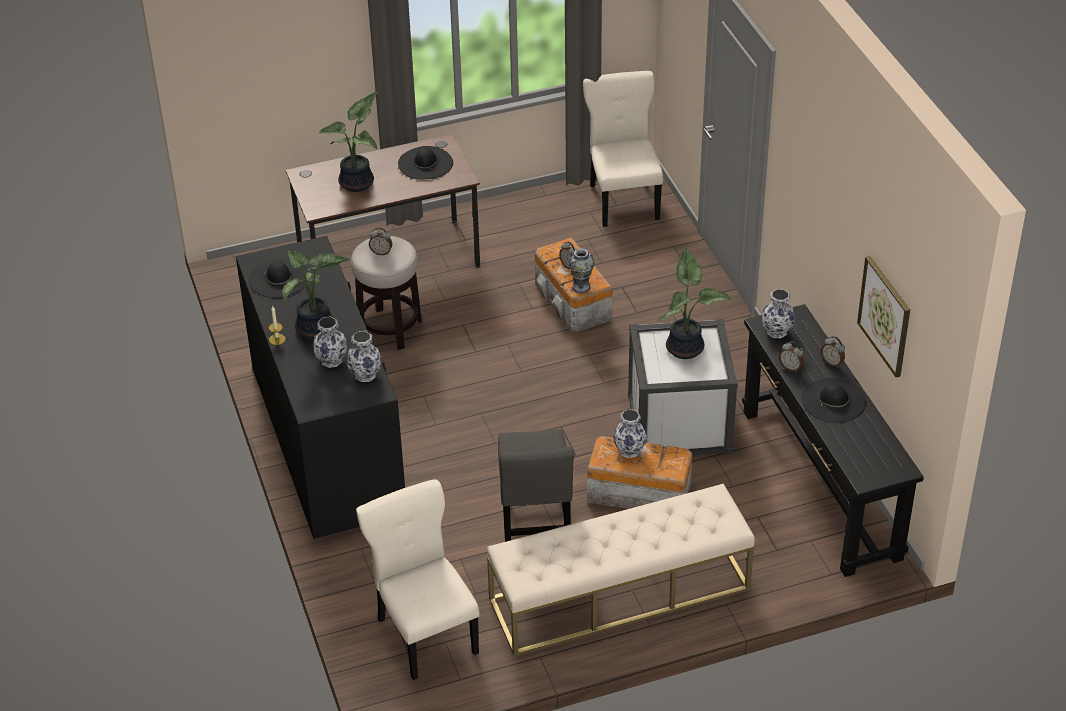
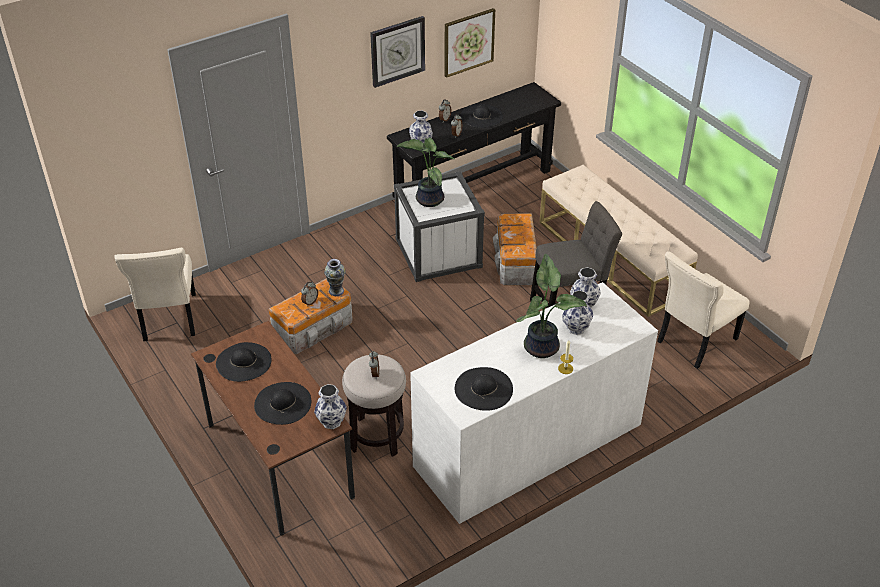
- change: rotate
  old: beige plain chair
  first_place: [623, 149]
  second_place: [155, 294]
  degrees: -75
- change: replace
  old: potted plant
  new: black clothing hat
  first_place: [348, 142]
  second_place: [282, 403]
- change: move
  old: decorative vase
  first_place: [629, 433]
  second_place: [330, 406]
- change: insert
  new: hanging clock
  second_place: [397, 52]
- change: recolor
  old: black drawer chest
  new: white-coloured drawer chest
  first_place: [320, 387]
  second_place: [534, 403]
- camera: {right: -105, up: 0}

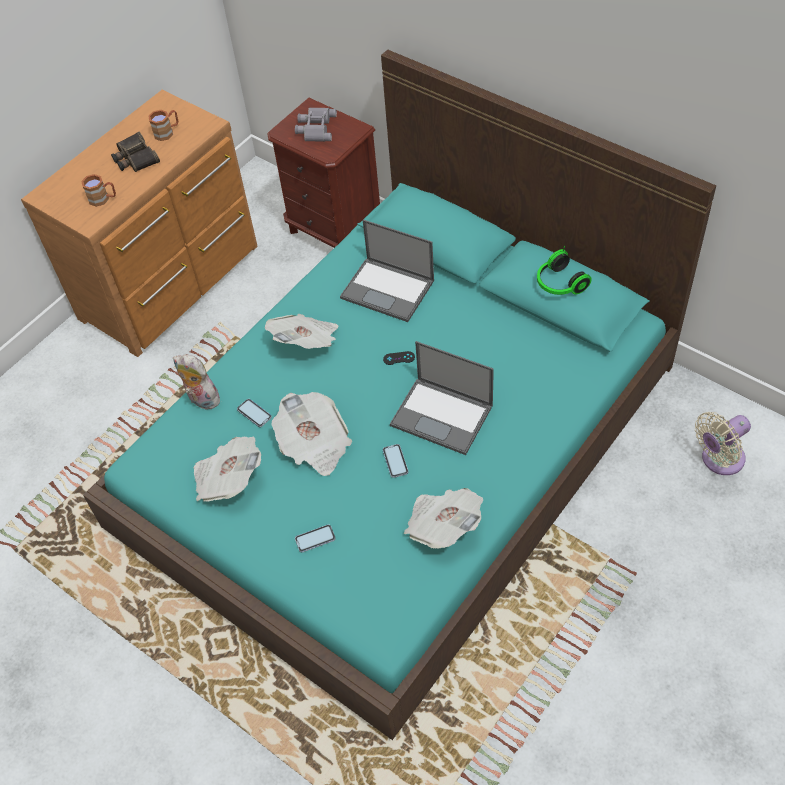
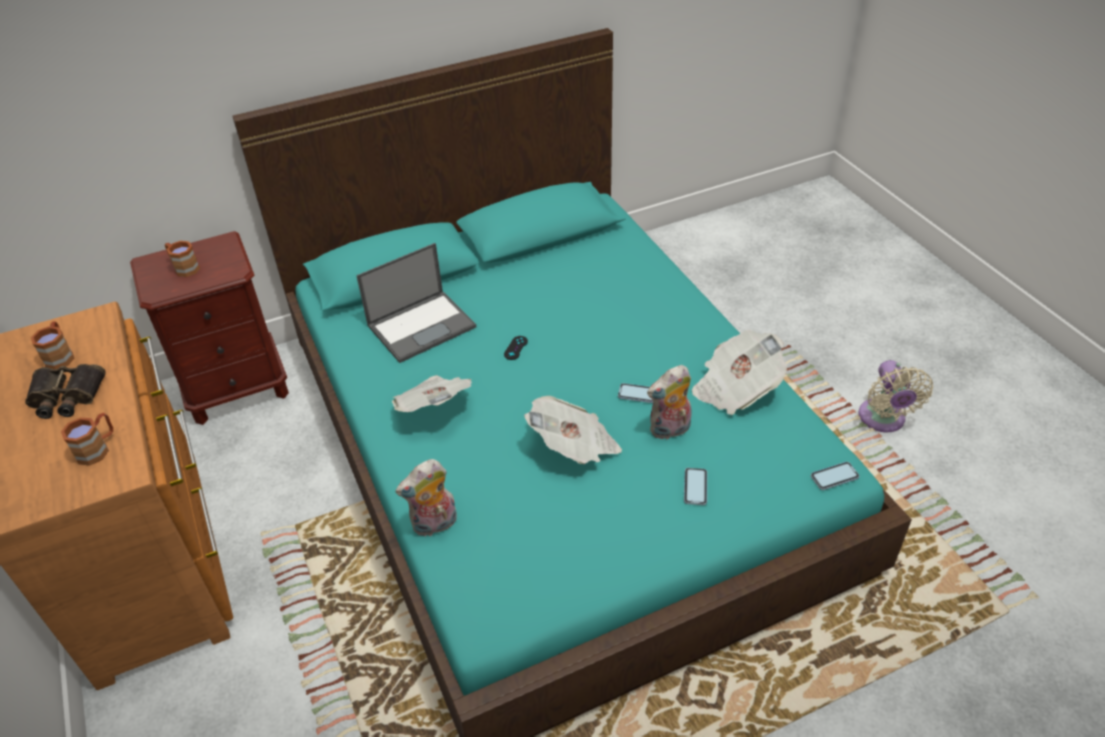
- change: replace
  old: grey pair of binoculars
  new: brown-coloured tea mug
  first_place: [316, 124]
  second_place: [182, 259]
- change: insert
  new: plush toy
  second_place: [669, 402]
- change: move
  old: telephone
  first_place: [254, 413]
  second_place: [835, 476]
- change: move
  old: beige cooling fan
  first_place: [723, 443]
  second_place: [895, 396]
- change: delete
  old: printed paper
  first_place: [227, 469]
- change: delete
  old: laptop
  first_place: [442, 398]
- change: delete
  old: headset
  first_place: [564, 270]
- camera: {right: -65, up: -10}

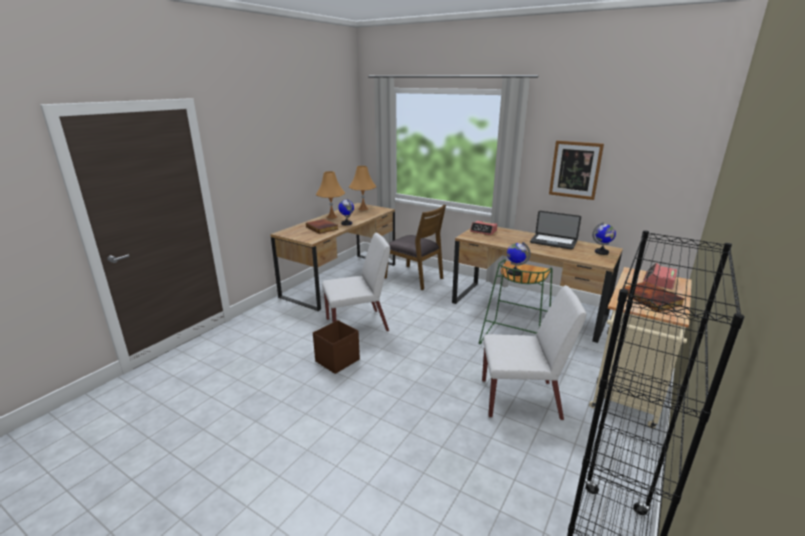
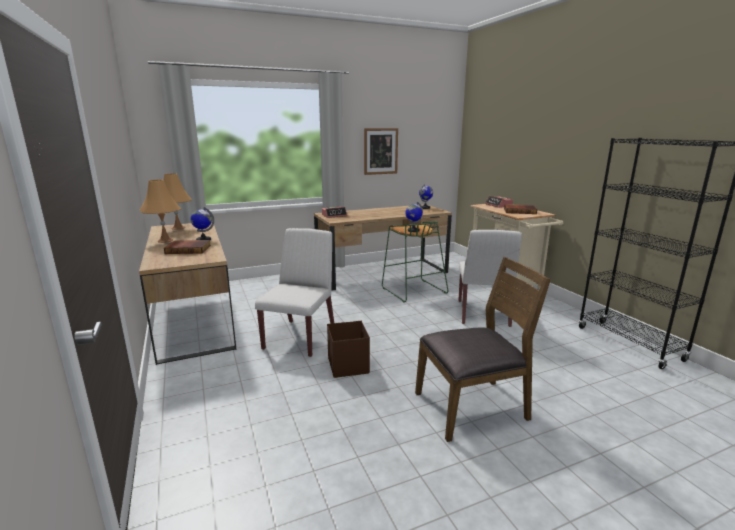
- change: move
  old: brown-coloured plain chair
  first_place: [415, 247]
  second_place: [483, 349]
- change: rotate
  old: white-coloured plain chair
  first_place: [534, 352]
  second_place: [490, 278]
  degrees: 150
- change: delete
  old: laptop
  first_place: [555, 230]
- camera: {right: -55, up: -5}

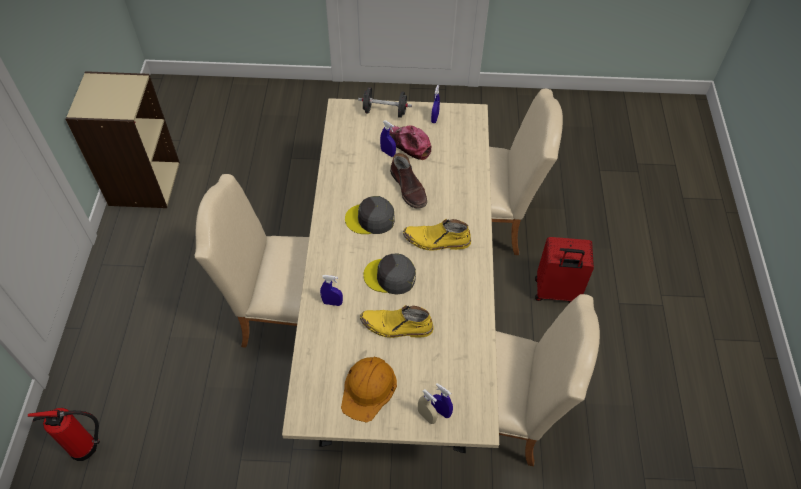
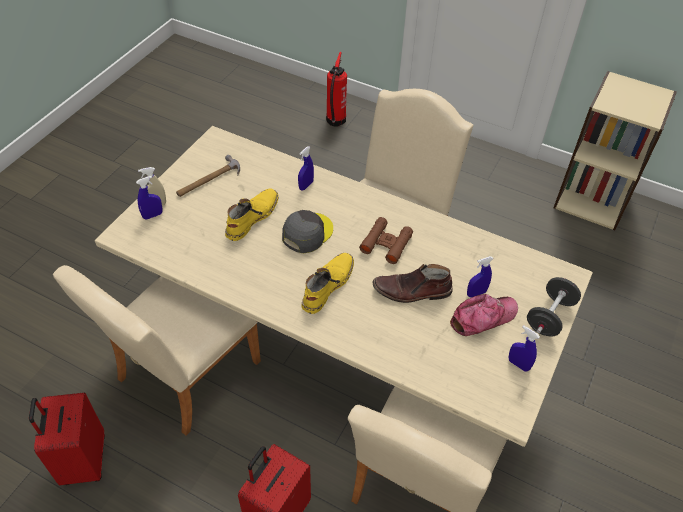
- change: insert
  new: red suitcase
  second_place: [67, 438]
- change: replace
  old: orangey safety helmet
  new: hammer
  first_place: [369, 390]
  second_place: [208, 176]
- change: replace
  old: grey cap
  new: brown-coloured pair of binoculars
  first_place: [370, 215]
  second_place: [386, 240]
- camera: {right: 115, up: -5}

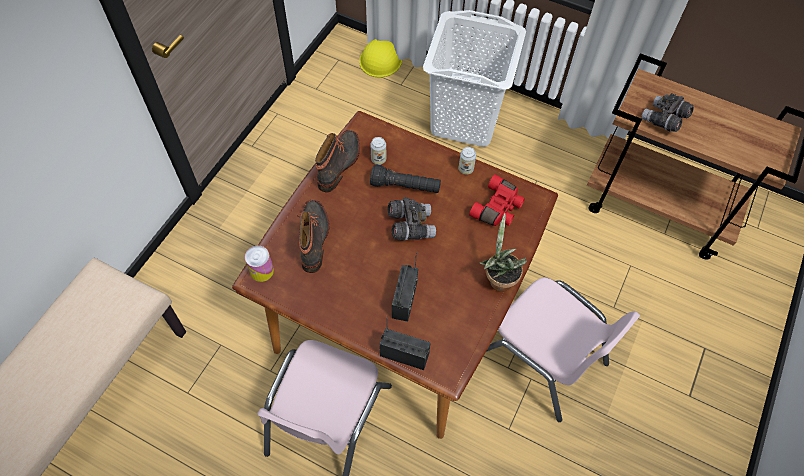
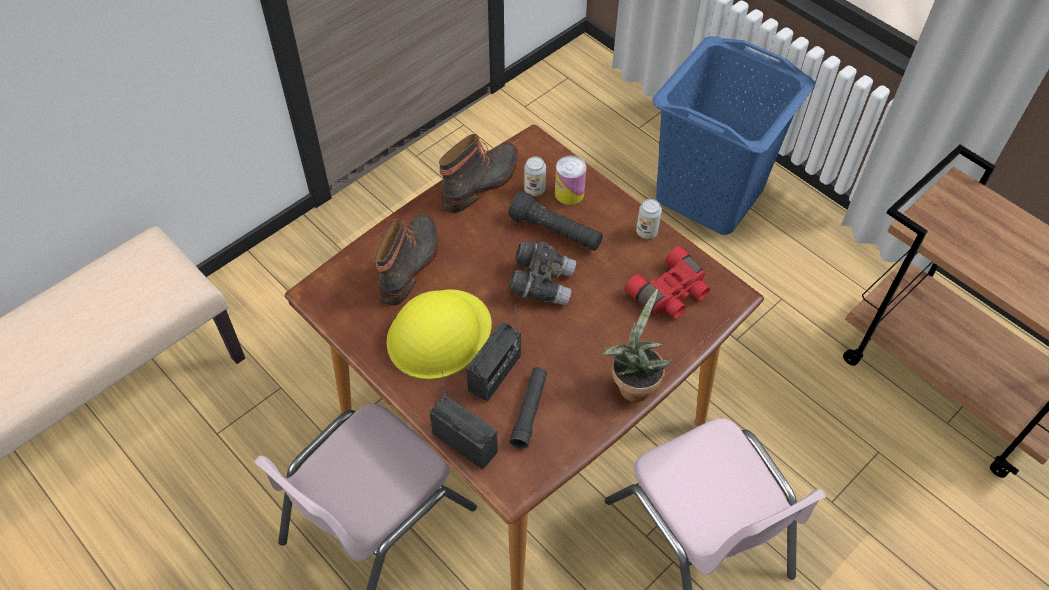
- change: move
  old: yellow-coloured safety helmet
  first_place: [380, 58]
  second_place: [439, 335]
- change: insert
  new: black torch
  second_place: [528, 408]
- change: move
  old: can
  first_place: [259, 264]
  second_place: [570, 180]
- change: recolor
  old: white-coloured washing basket
  new: blue-coloured washing basket
  first_place: [474, 78]
  second_place: [733, 135]
- change: delete
  old: grey pair of binoculars
  first_place: [667, 112]
- camera: {right: 20, up: -5}

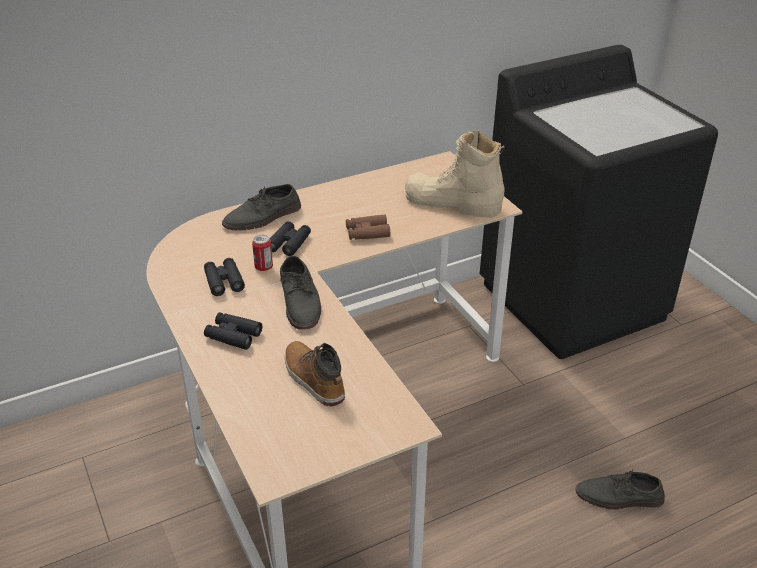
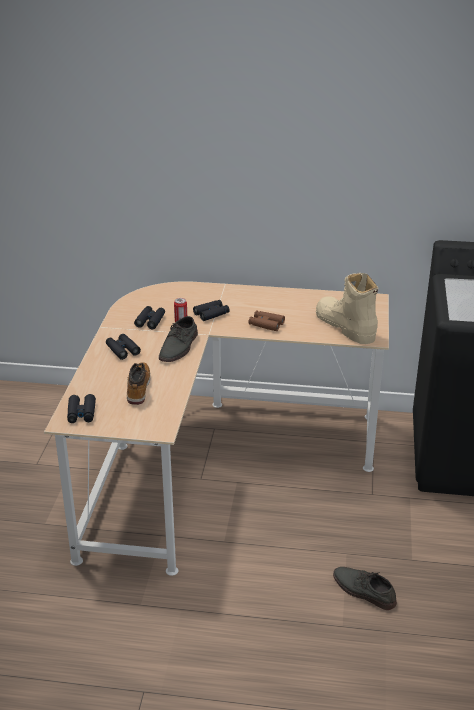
- change: insert
  new: black pair of binoculars
  second_place: [81, 408]
- change: delete
  old: grey low shoe
  first_place: [261, 207]
- camera: {right: 35, up: -5}

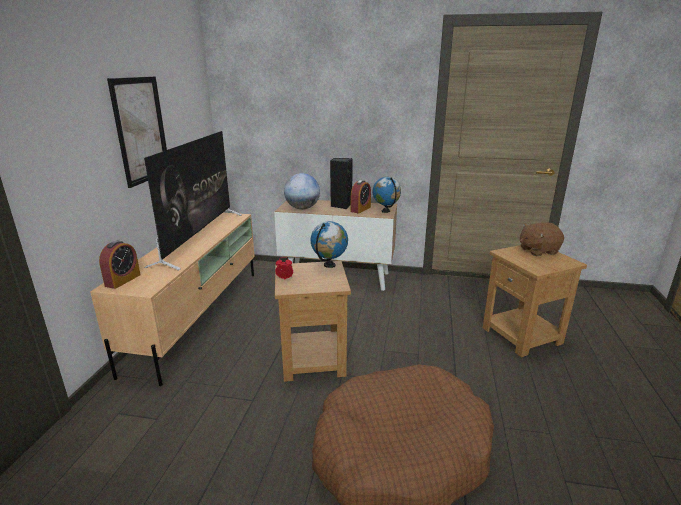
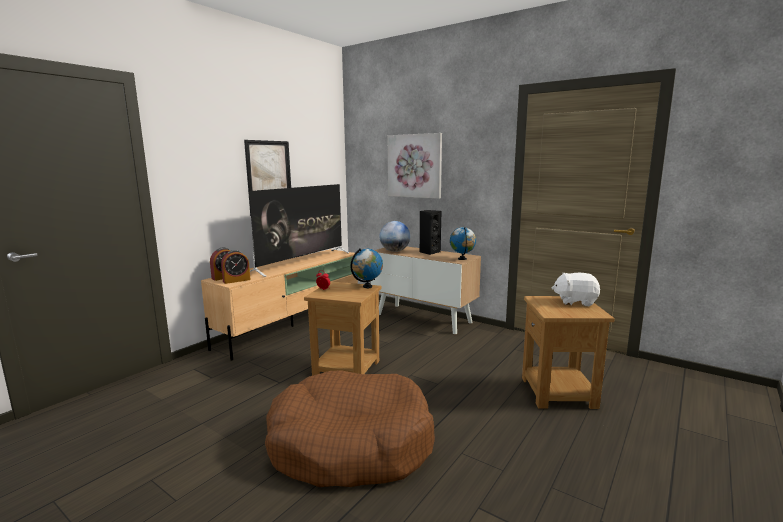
- change: move
  old: table clock
  first_place: [361, 197]
  second_place: [236, 267]
- change: insert
  new: wall art
  second_place: [415, 166]
- change: recolor
  old: brown-coloured plush toy
  new: white-coloured plush toy
  first_place: [542, 239]
  second_place: [576, 289]
- camera: {right: 25, up: -10}

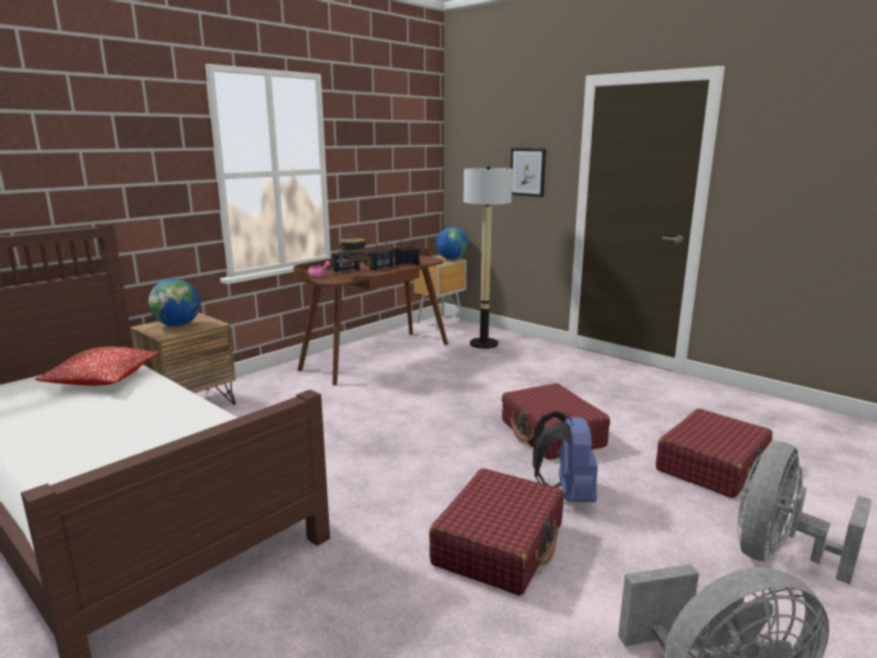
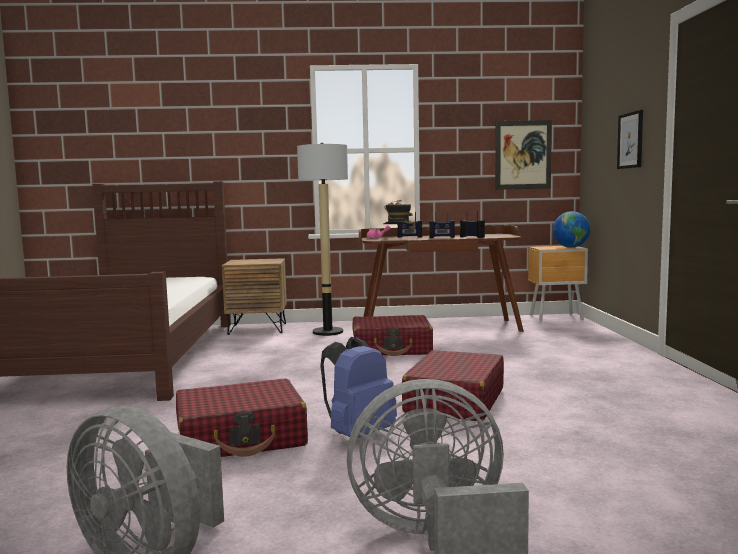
- change: move
  old: standing lamp
  first_place: [488, 257]
  second_place: [322, 239]
- change: move
  old: red suitcase
  first_place: [714, 453]
  second_place: [392, 335]
- change: insert
  new: wall art
  second_place: [523, 155]
- change: delete
  old: throw pillow
  first_place: [97, 366]
- change: delete
  old: globe
  first_place: [174, 302]
- camera: {right: 45, up: -10}

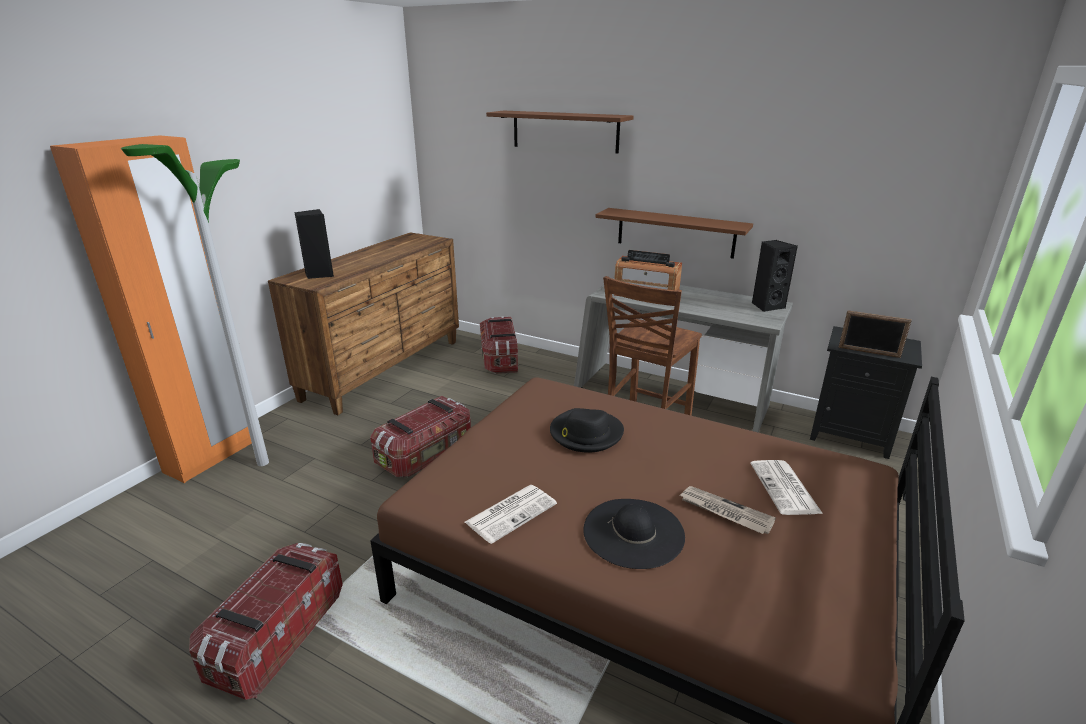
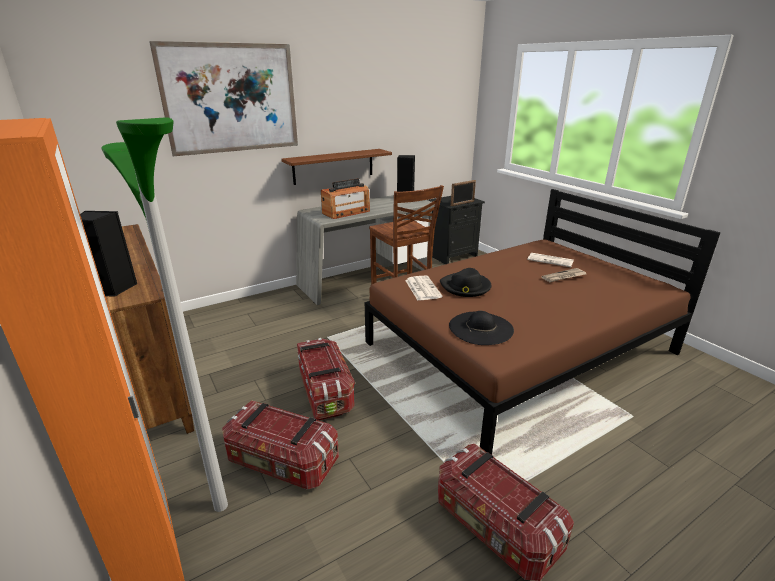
- change: replace
  old: brown-coloured bracket shelf
  new: wall art
  first_place: [559, 132]
  second_place: [223, 98]
- change: move
  old: storage bin
  first_place: [499, 345]
  second_place: [280, 445]
- change: move
  old: printed paper
  first_place: [511, 514]
  second_place: [424, 287]
- change: move
  old: black clothing hat
  first_place: [634, 534]
  second_place: [481, 328]
- camera: {right: -60, up: 0}

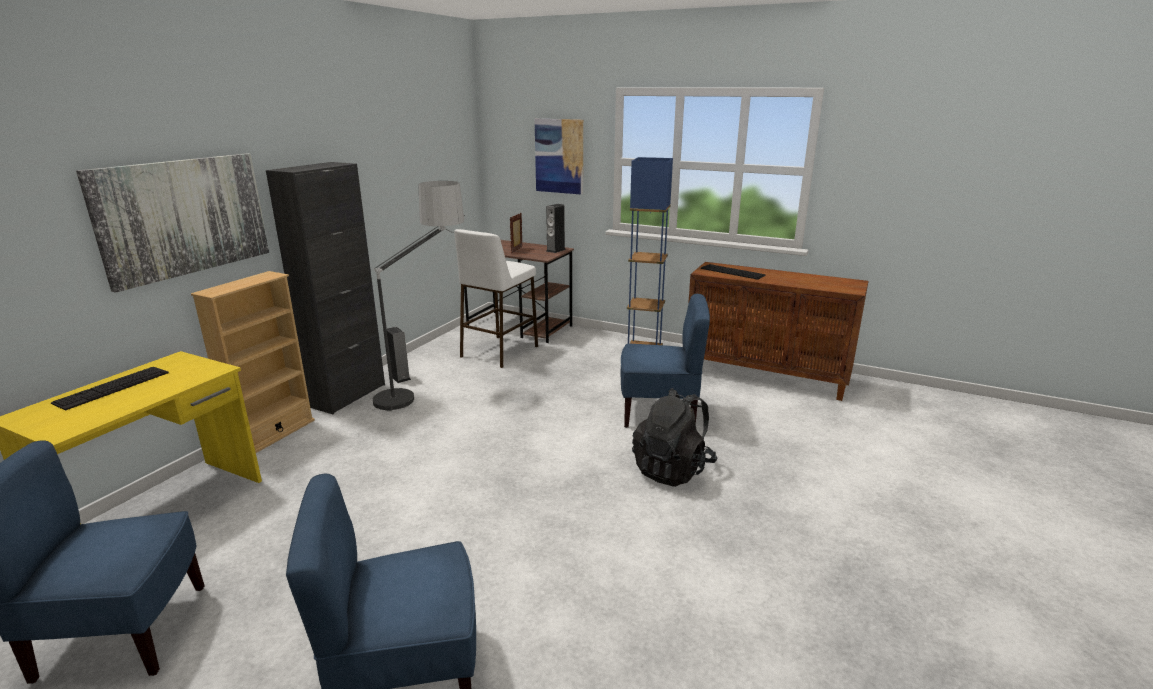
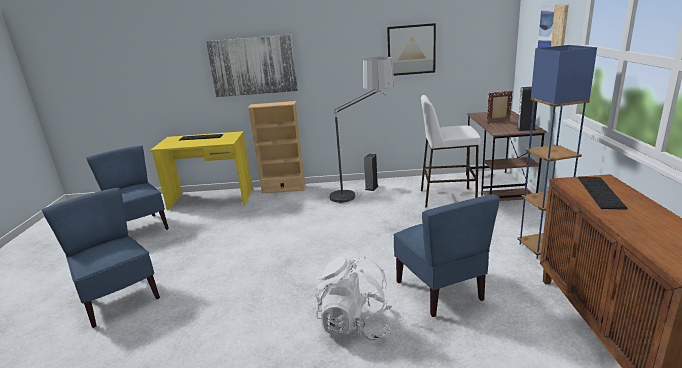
- change: recolor
  old: black rucksack
  new: white-coloured rucksack
  first_place: [674, 437]
  second_place: [354, 298]
- change: insert
  new: wall art
  second_place: [411, 49]
- change: delete
  old: black storage cabinet
  first_place: [325, 288]
- camera: {right: 65, up: 0}

